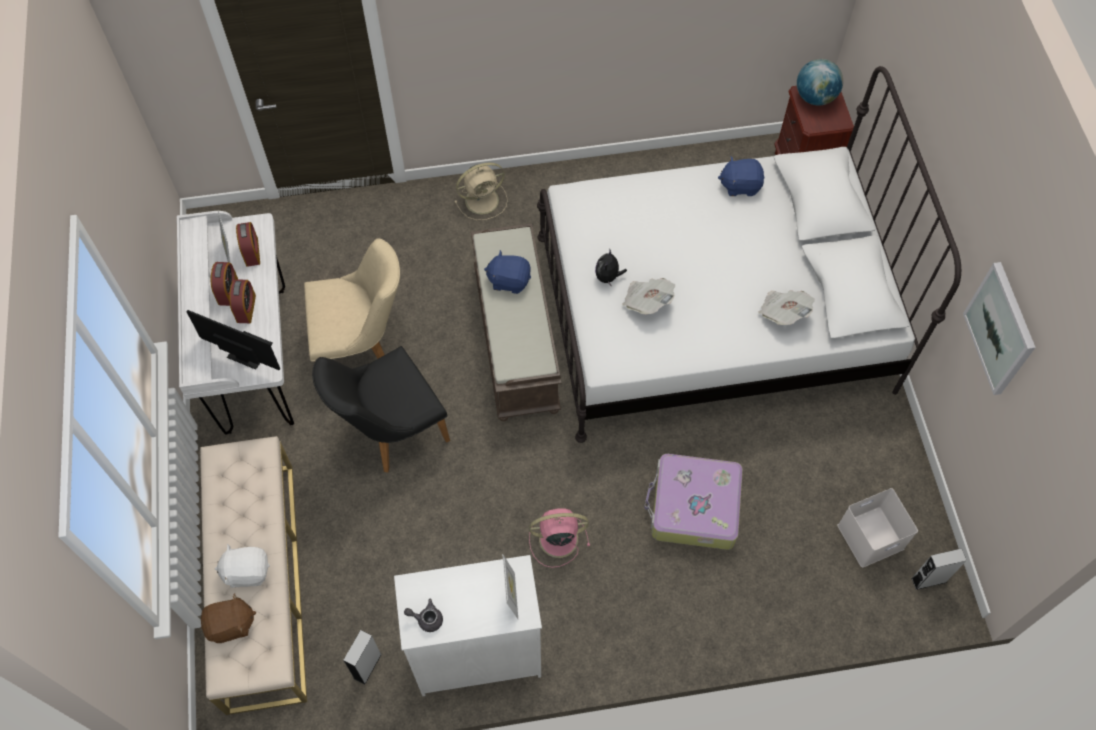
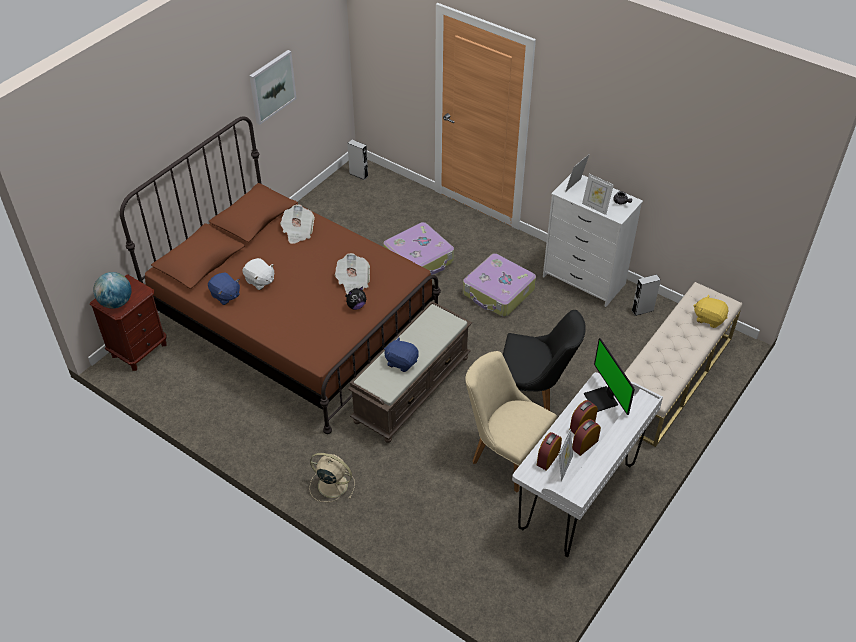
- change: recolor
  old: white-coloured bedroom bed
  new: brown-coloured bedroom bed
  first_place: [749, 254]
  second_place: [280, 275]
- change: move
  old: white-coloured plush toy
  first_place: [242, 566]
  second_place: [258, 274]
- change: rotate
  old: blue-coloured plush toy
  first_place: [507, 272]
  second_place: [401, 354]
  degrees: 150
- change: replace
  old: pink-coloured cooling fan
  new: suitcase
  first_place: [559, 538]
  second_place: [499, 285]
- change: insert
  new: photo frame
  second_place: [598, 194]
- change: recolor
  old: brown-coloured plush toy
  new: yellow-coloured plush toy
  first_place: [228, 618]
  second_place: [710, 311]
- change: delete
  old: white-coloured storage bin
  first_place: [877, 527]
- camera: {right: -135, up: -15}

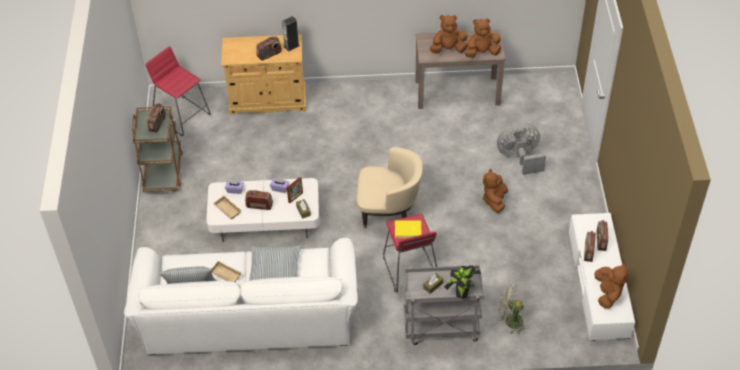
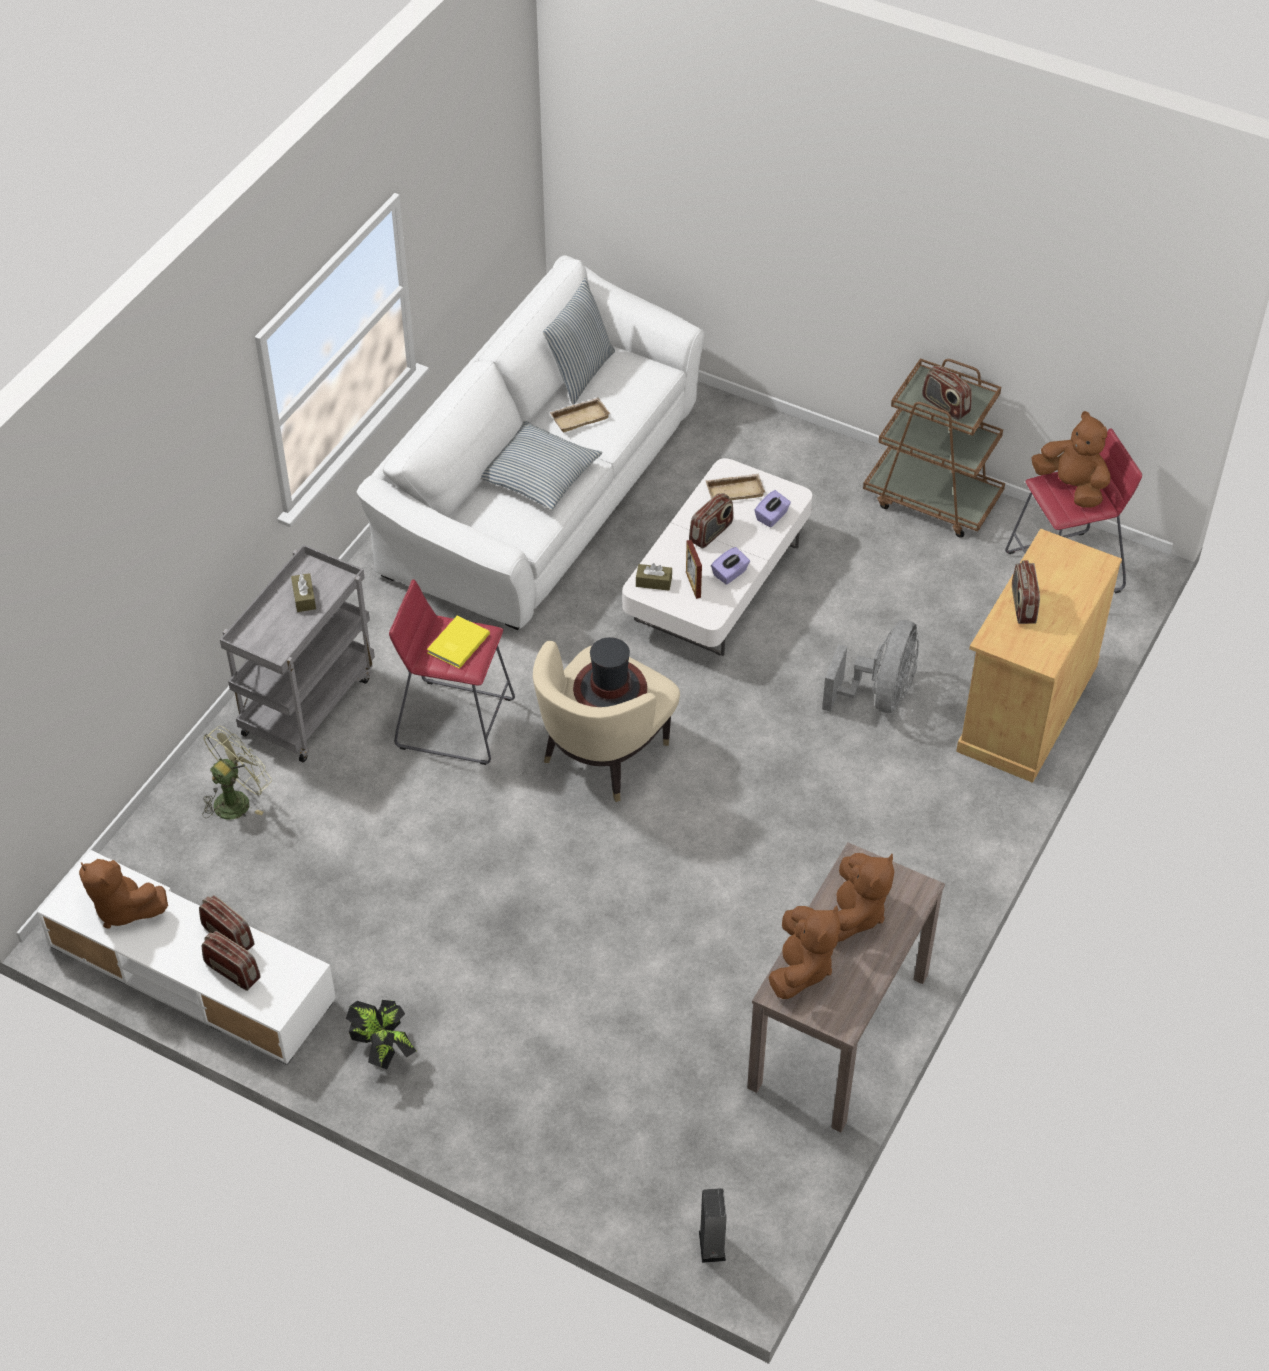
- change: move
  old: potted plant
  first_place: [462, 282]
  second_place: [381, 1034]
- change: insert
  new: clothing hat
  second_place: [610, 672]
- change: move
  old: speaker
  first_place: [290, 34]
  second_place: [713, 1225]
- change: move
  old: grey cooling fan
  first_place: [521, 149]
  second_place: [870, 666]
- change: move
  old: brown-coloured plush toy
  first_place: [495, 191]
  second_place: [1071, 459]
- camera: {right: 120, up: 0}

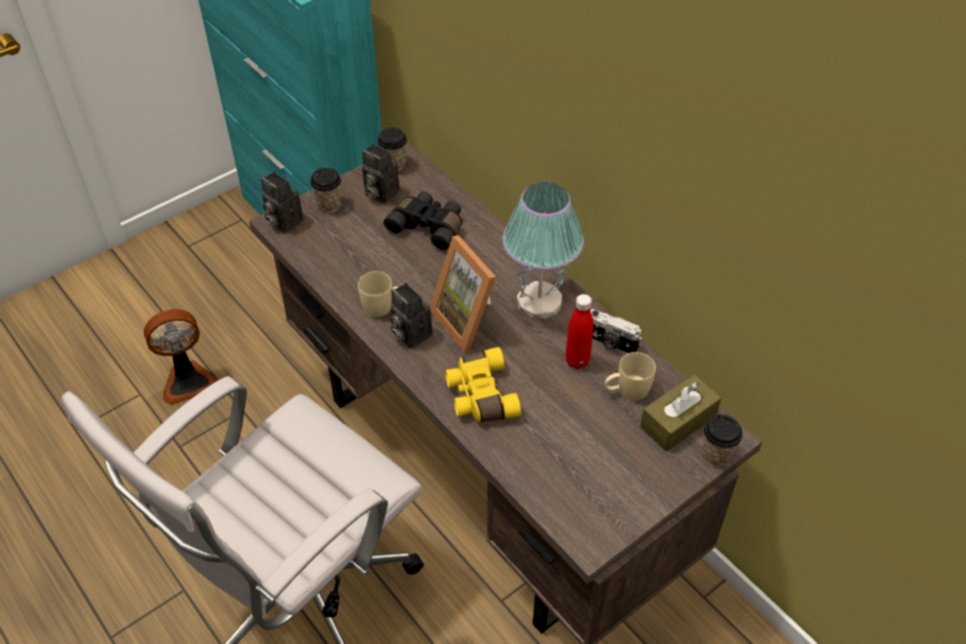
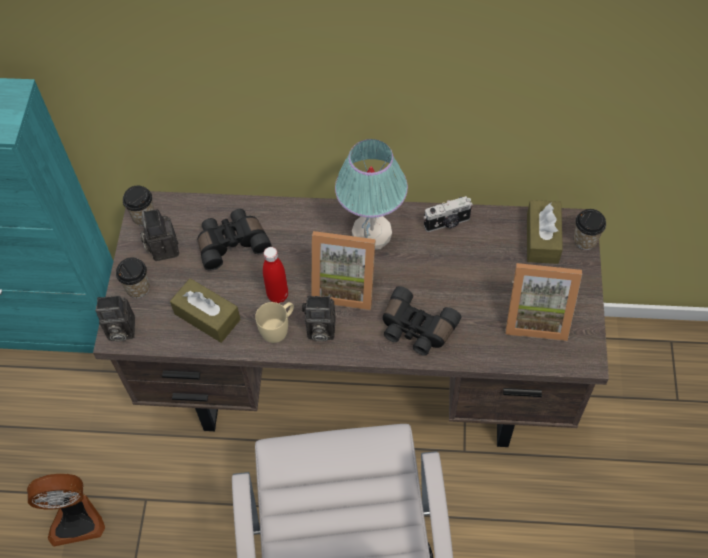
- change: rotate
  old: cooling fan
  first_place: [181, 357]
  second_place: [66, 510]
  degrees: 60
- change: rotate
  old: still camera
  first_place: [380, 174]
  second_place: [159, 235]
  degrees: 90
- change: insert
  new: brown-coloured tissue box
  second_place: [205, 310]
- change: move
  old: red bottle
  first_place: [580, 331]
  second_place: [275, 275]
- change: recolor
  old: yellow-coloured pair of binoculars
  new: black pair of binoculars
  first_place: [483, 384]
  second_place: [422, 321]
- change: insert
  new: photo frame
  second_place: [543, 302]
- change: delete
  old: beige tea mug
  first_place: [630, 376]
- camera: {right: -45, up: 10}

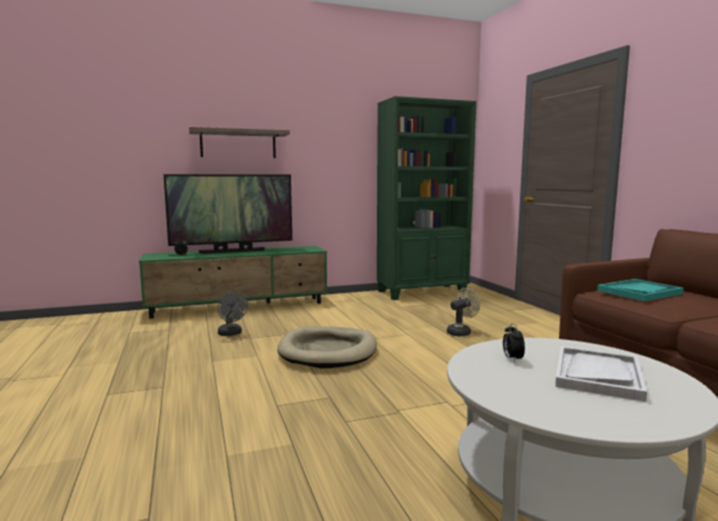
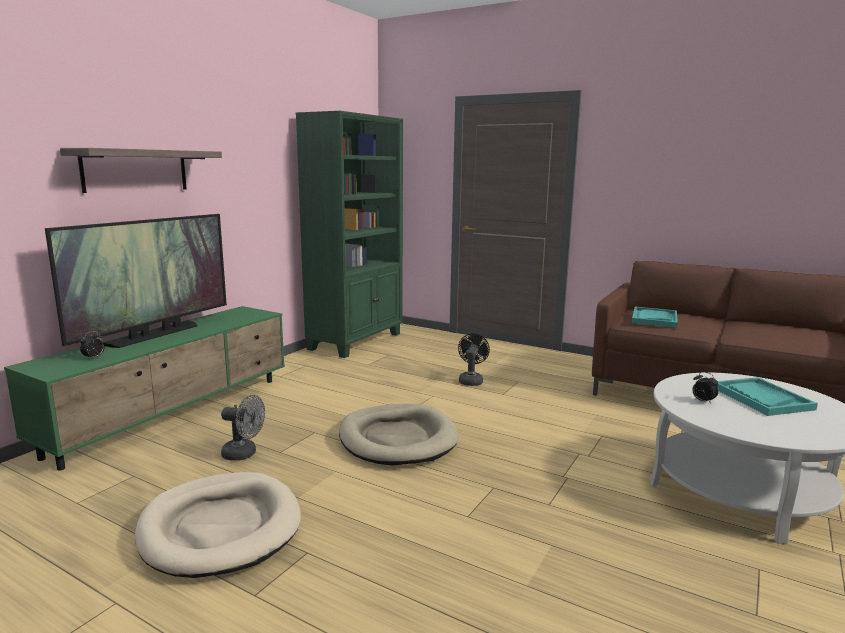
- change: insert
  new: beige dog cushion
  second_place: [218, 525]
- change: recolor
  old: beige cooling fan
  new: black cooling fan
  first_place: [463, 312]
  second_place: [474, 359]
- change: recolor
  old: white-coloured carrying tray
  new: turquoise-coloured carrying tray
  first_place: [601, 374]
  second_place: [768, 396]
- camera: {right: -40, up: 5}

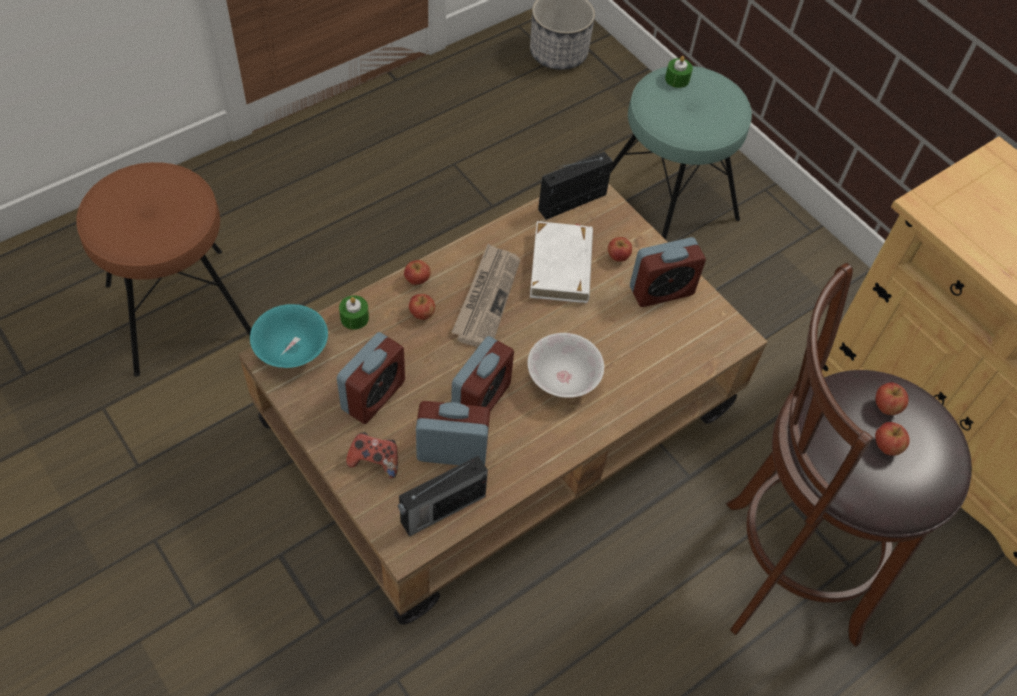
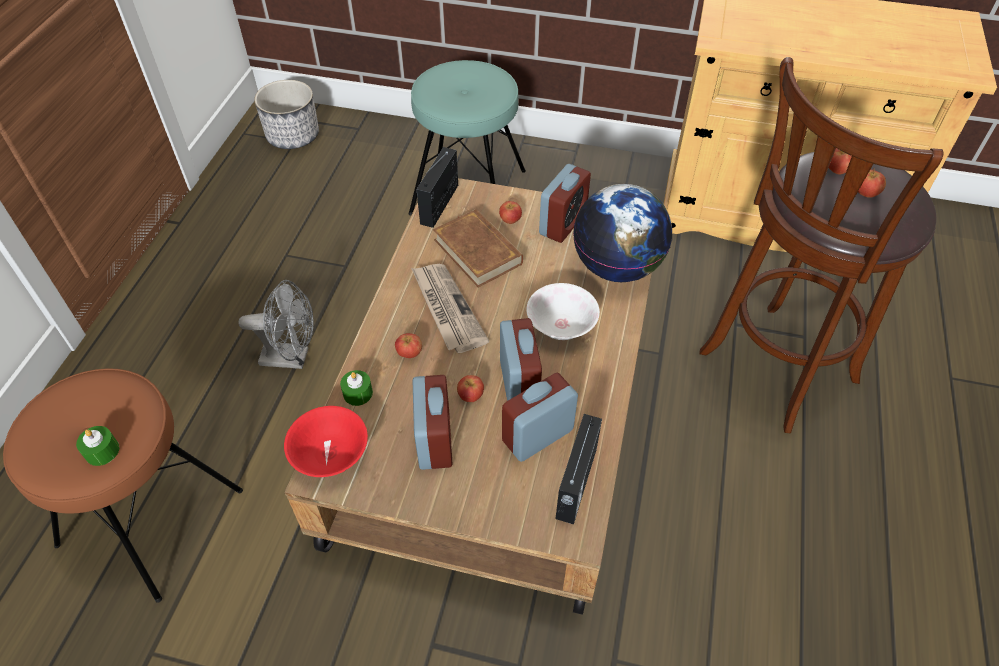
- change: move
  old: green-coloured wax candle
  first_place: [679, 72]
  second_place: [97, 446]
- change: insert
  new: grey cooling fan
  second_place: [275, 324]
- change: recolor
  old: turquoise-coloured bowl
  new: red bowl
  first_place: [289, 336]
  second_place: [326, 441]
- change: recolor
  old: white-coloured bound book
  new: brown-coloured bound book
  first_place: [561, 262]
  second_place: [478, 248]
- change: move
  old: apple fruit
  first_place: [417, 272]
  second_place: [470, 388]
- change: insert
  new: globe
  second_place: [622, 233]
- change: delete
  old: game controller
  first_place: [372, 455]
- camera: {right: -35, up: -5}

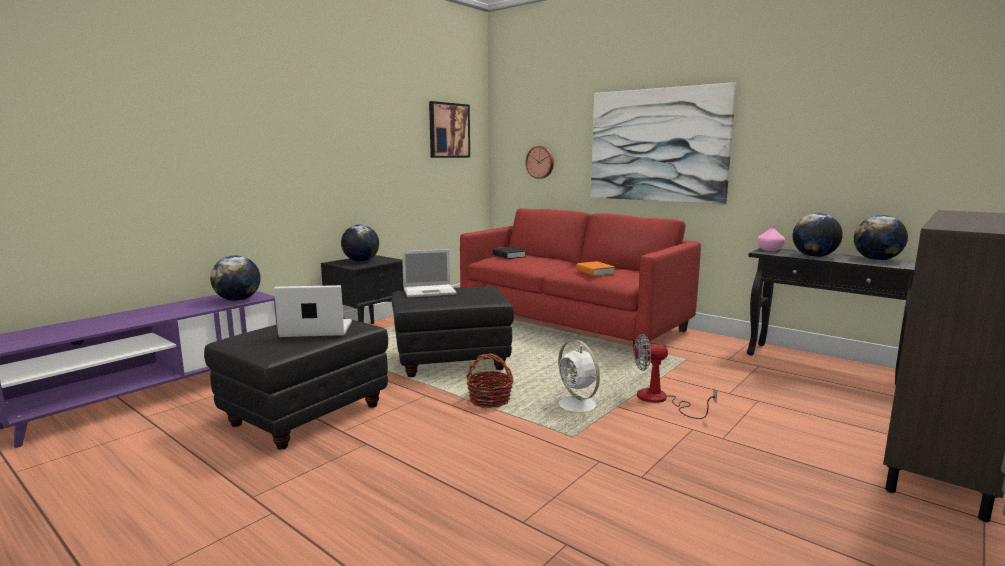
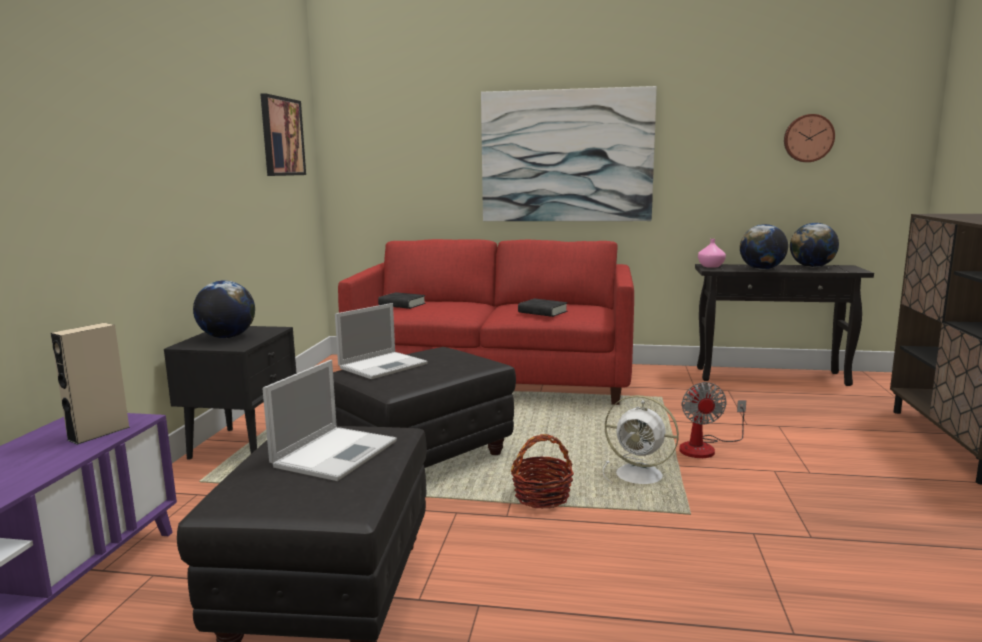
- change: replace
  old: globe
  new: beige speaker
  first_place: [235, 278]
  second_place: [90, 384]
- change: rotate
  old: laptop
  first_place: [313, 311]
  second_place: [329, 420]
  degrees: 150
- change: recolor
  old: orangey bound book
  new: black bound book
  first_place: [595, 268]
  second_place: [543, 308]
- change: rotate
  old: cooling fan
  first_place: [675, 376]
  second_place: [712, 420]
  degrees: -60
- change: move
  old: hanging clock
  first_place: [540, 162]
  second_place: [809, 138]
- camera: {right: -30, up: 0}

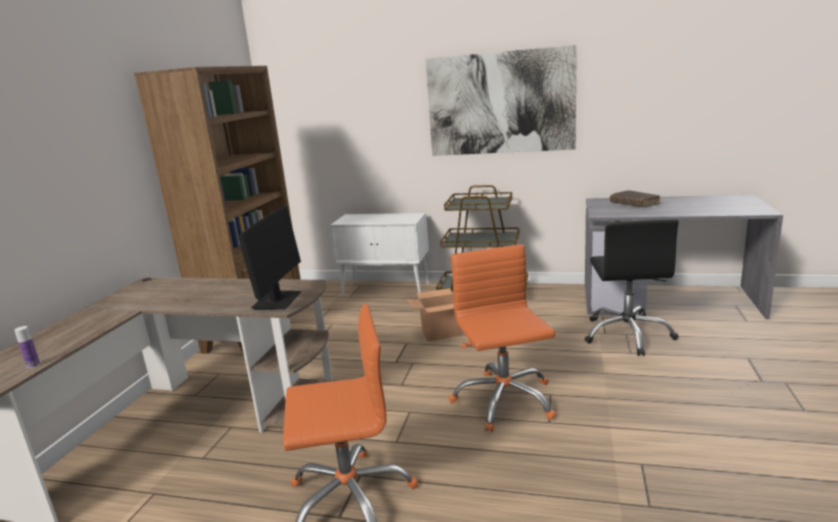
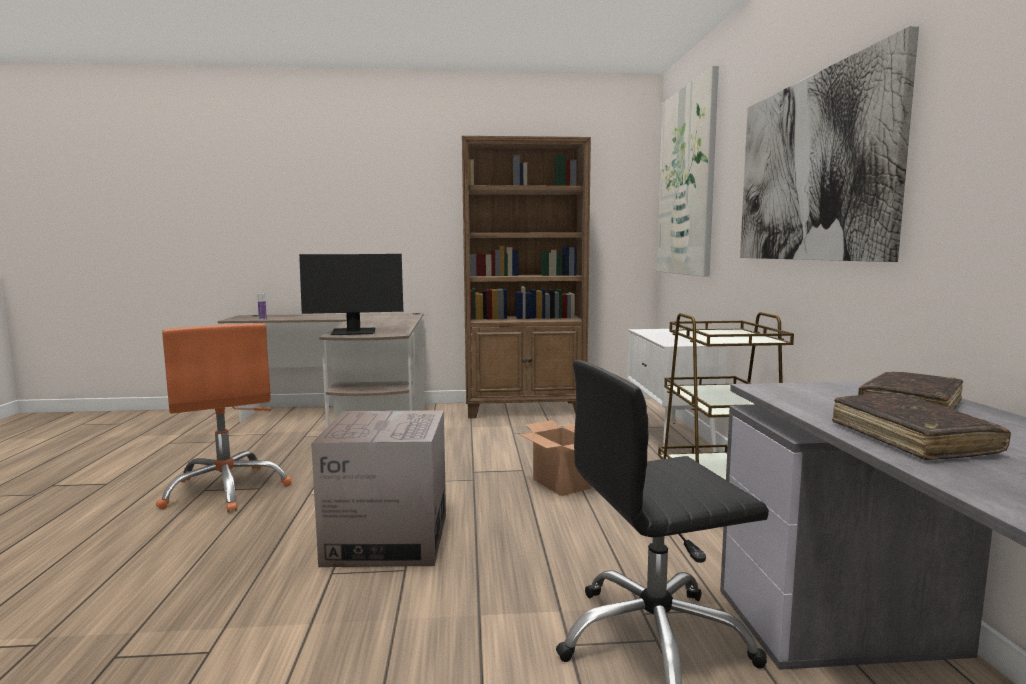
- change: replace
  old: orangey desk chair
  new: cardboard box
  first_place: [502, 338]
  second_place: [378, 488]
- change: insert
  new: wall art
  second_place: [688, 171]
- change: insert
  new: brown-coloured bound book
  second_place: [921, 426]
- camera: {right: 70, up: -10}

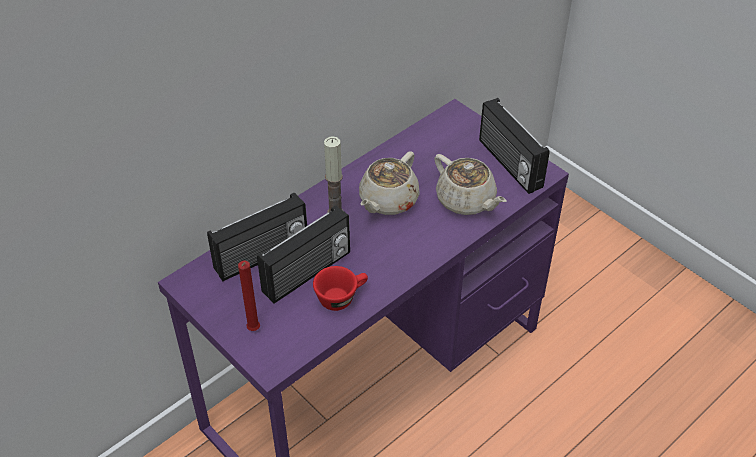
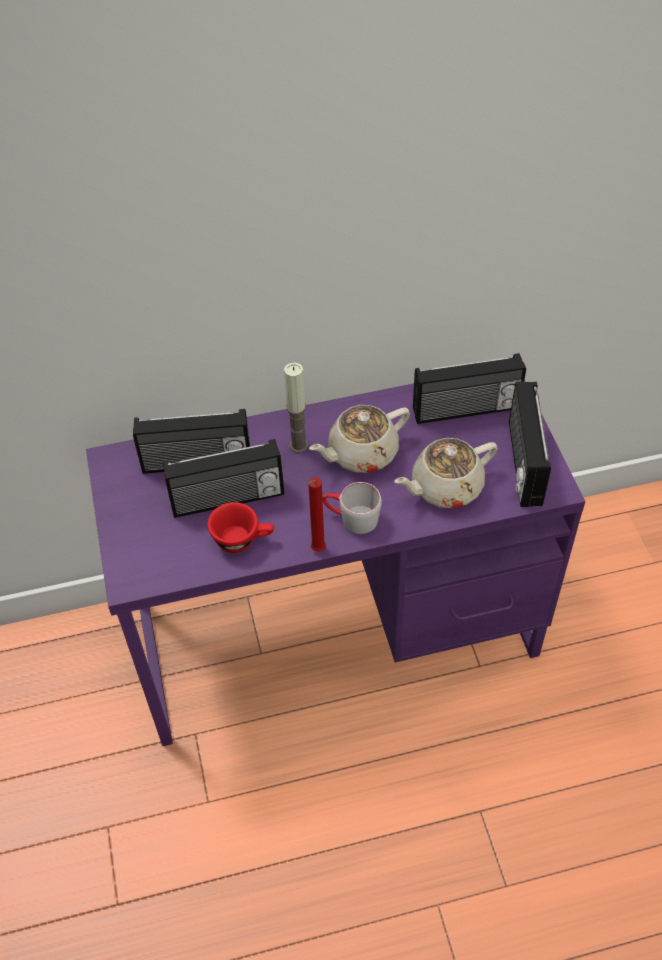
- change: move
  old: red wax candle
  first_place: [249, 296]
  second_place: [317, 514]
- change: insert
  new: grey tea mug
  second_place: [352, 508]
- change: rotate
  old: beige pot for tea
  first_place: [470, 184]
  second_place: [446, 473]
  degrees: 75
- change: insert
  new: radio set
  second_place: [469, 388]
- camera: {right: 30, up: 5}

